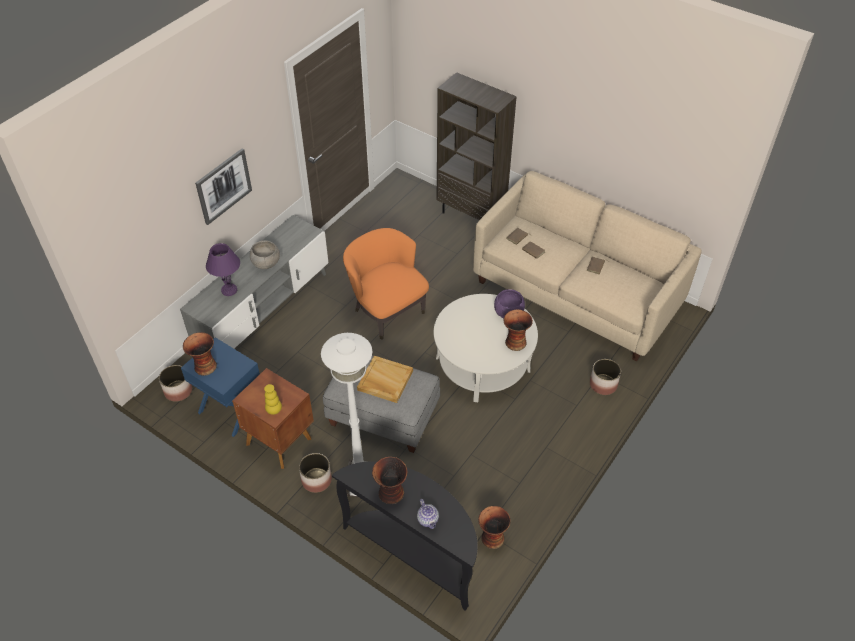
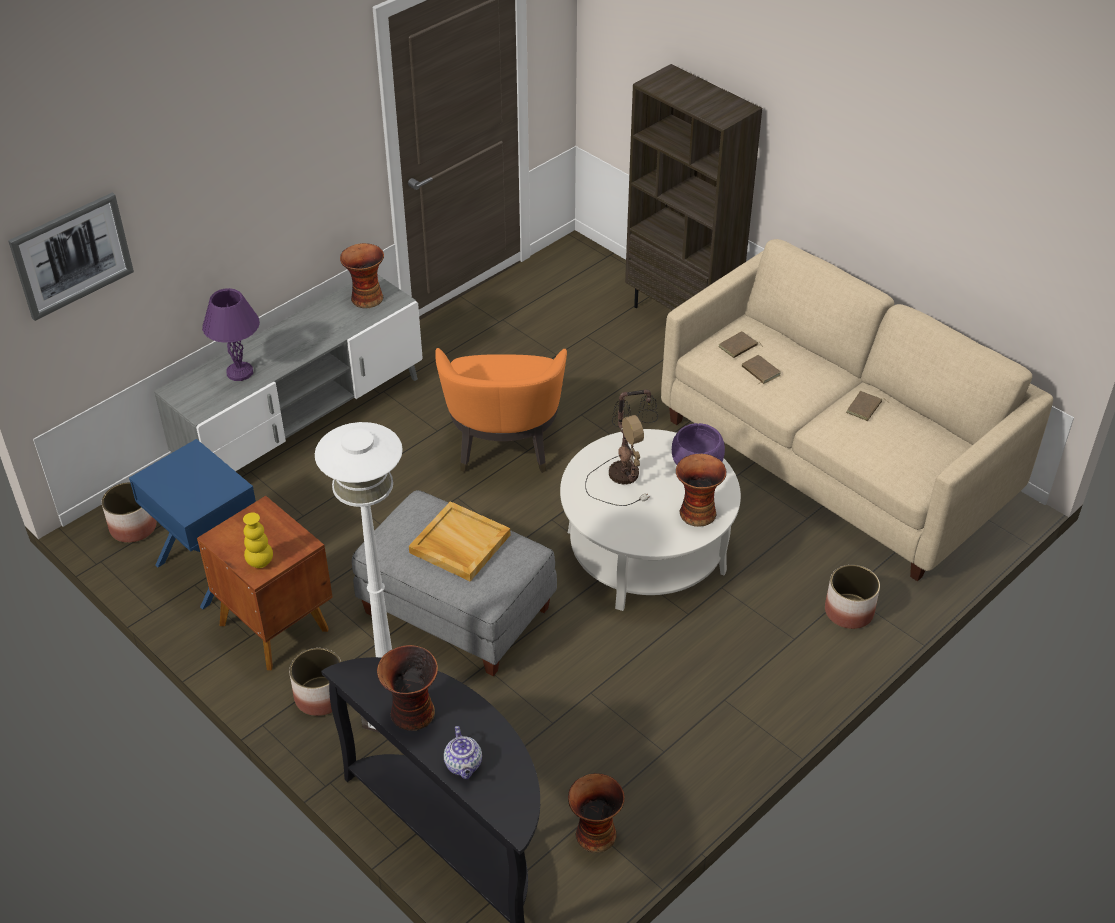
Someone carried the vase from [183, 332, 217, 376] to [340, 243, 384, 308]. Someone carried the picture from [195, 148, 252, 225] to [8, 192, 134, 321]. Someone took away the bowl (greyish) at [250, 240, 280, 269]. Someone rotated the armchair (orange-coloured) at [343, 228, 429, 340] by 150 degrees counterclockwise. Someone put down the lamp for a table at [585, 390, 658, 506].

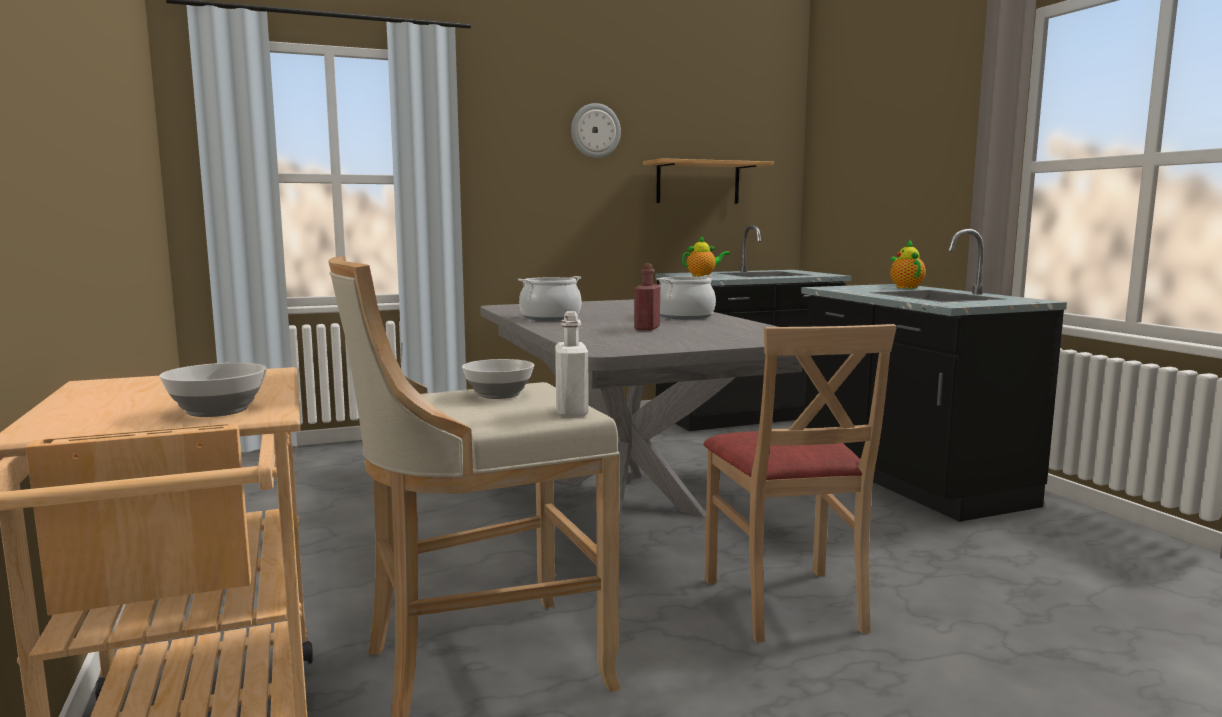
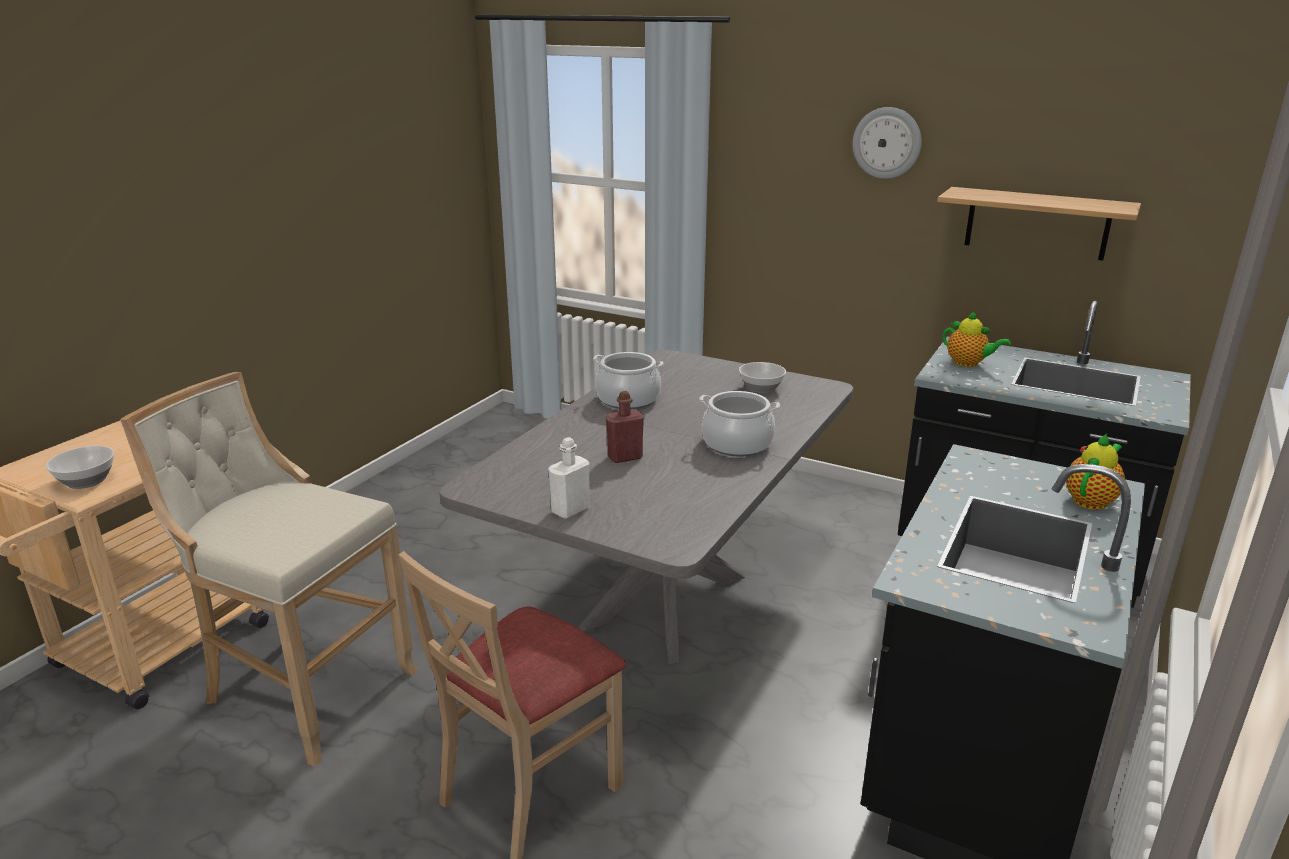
Someone carried the bowl from [462, 359, 534, 399] to [739, 362, 786, 393]. Someone carried the drink bottle (white-coloured) from [555, 311, 589, 417] to [549, 437, 590, 519].

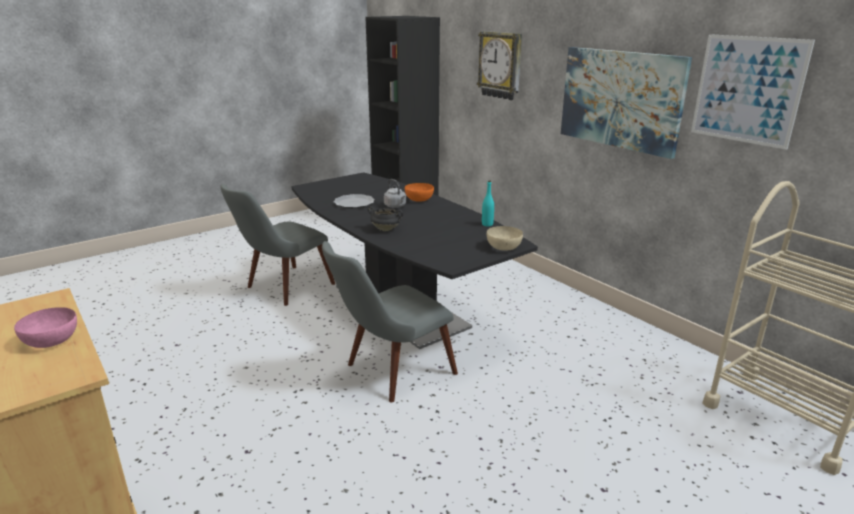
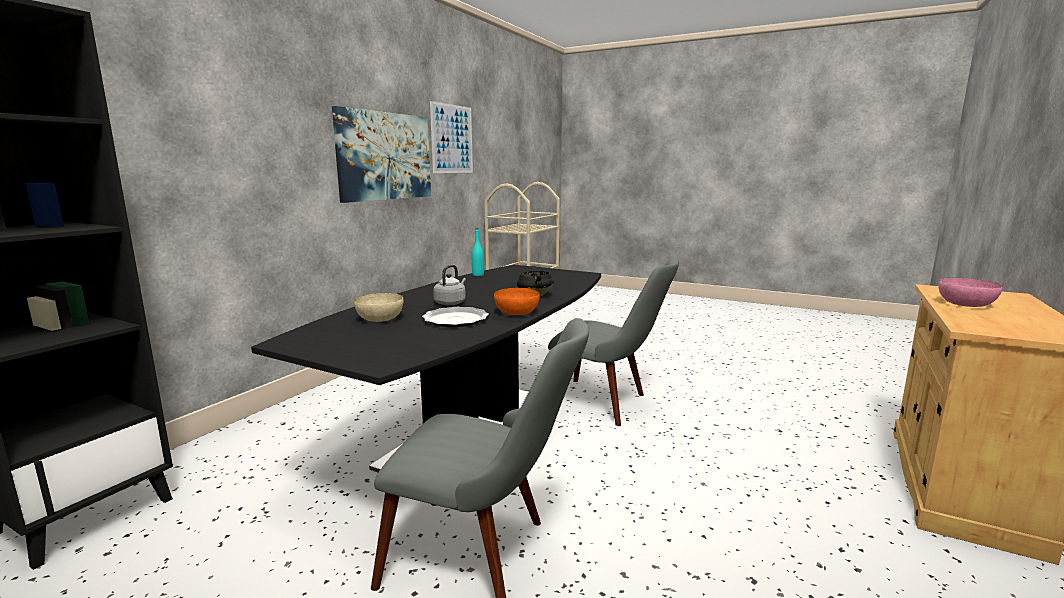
Someone carried the bowl (orange-coloured) from [405, 183, 434, 202] to [494, 288, 540, 315]. Someone took away the wall clock at [477, 31, 522, 100]. Someone carried the bowl (sand-coloured) from [487, 226, 523, 251] to [354, 293, 403, 322].

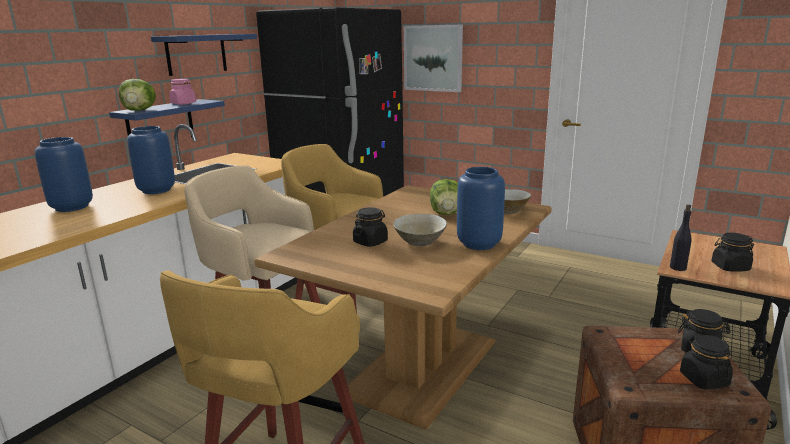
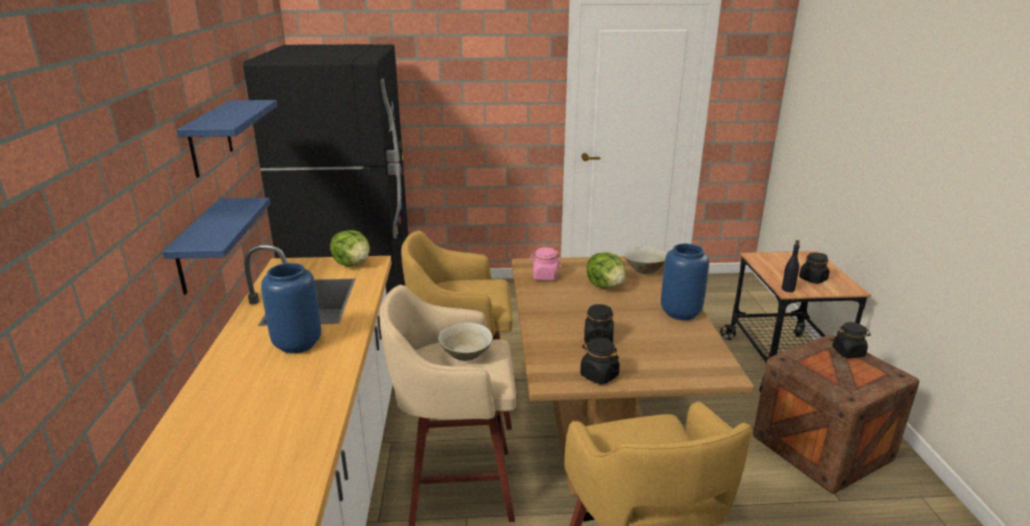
Someone took away the vase (blue-coloured) at [35, 137, 93, 212]. Someone carried the lettuce from [119, 79, 156, 111] to [330, 230, 370, 267]. Someone carried the preserve jar (pink-coloured) from [169, 79, 196, 105] to [530, 248, 561, 281]. Someone carried the bowl (sand-coloured) from [393, 214, 447, 246] to [438, 322, 493, 361]. Someone took away the picture at [404, 25, 463, 92]. Someone carried the preserve jar (blackish) from [680, 335, 733, 389] to [580, 338, 620, 385].

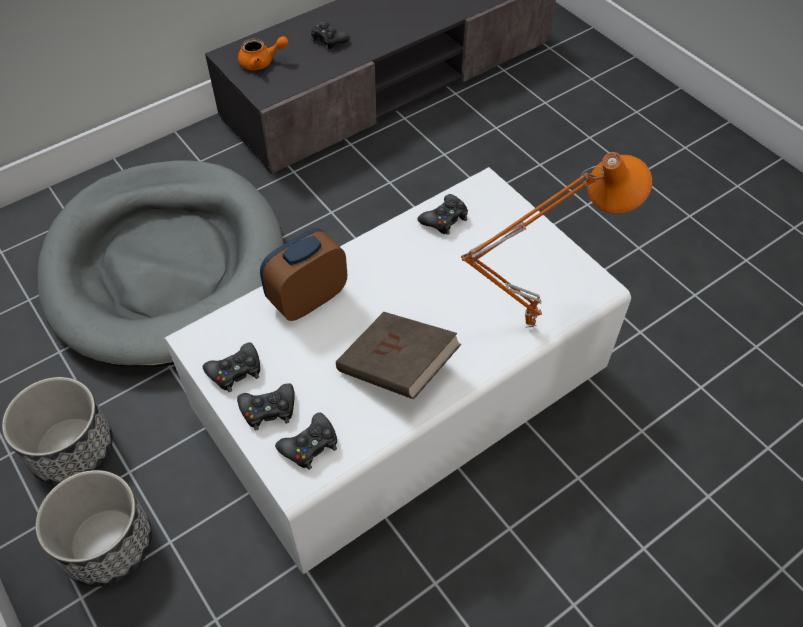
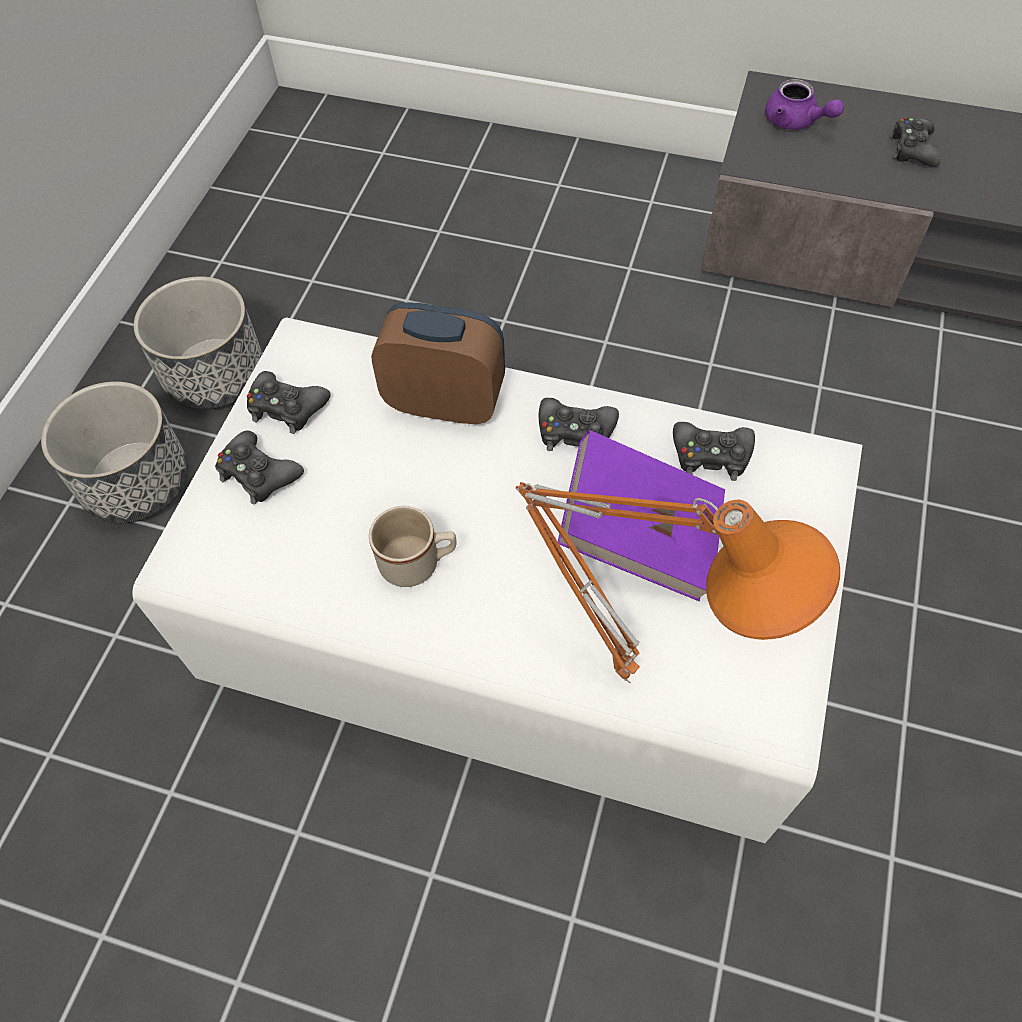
Someone took away the dog cushion (greyish) at [38, 160, 283, 367]. Someone repainted the tea pot (orange-coloured) at [238, 36, 288, 70], which became the tea pot (purple-coloured) at [765, 79, 844, 130]. Someone carried the game controller (blackish) from [275, 412, 337, 470] to [539, 398, 619, 451]. Someone swapped the bound book (brown) at [336, 312, 461, 399] for the coffee mug (sand-coloured) at [369, 506, 457, 587]. Someone put down the bound book (purple-coloured) at [558, 430, 725, 601].

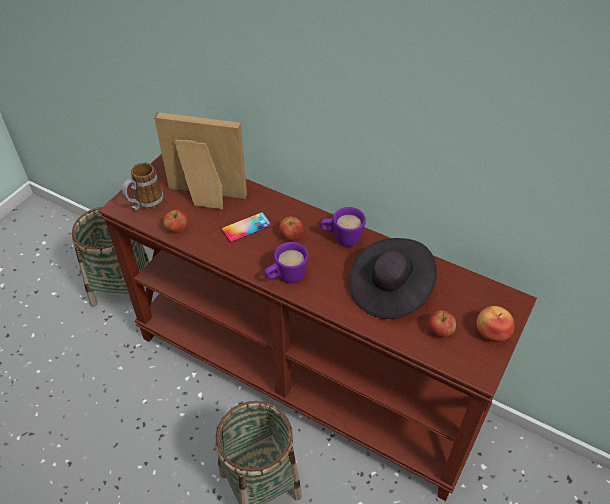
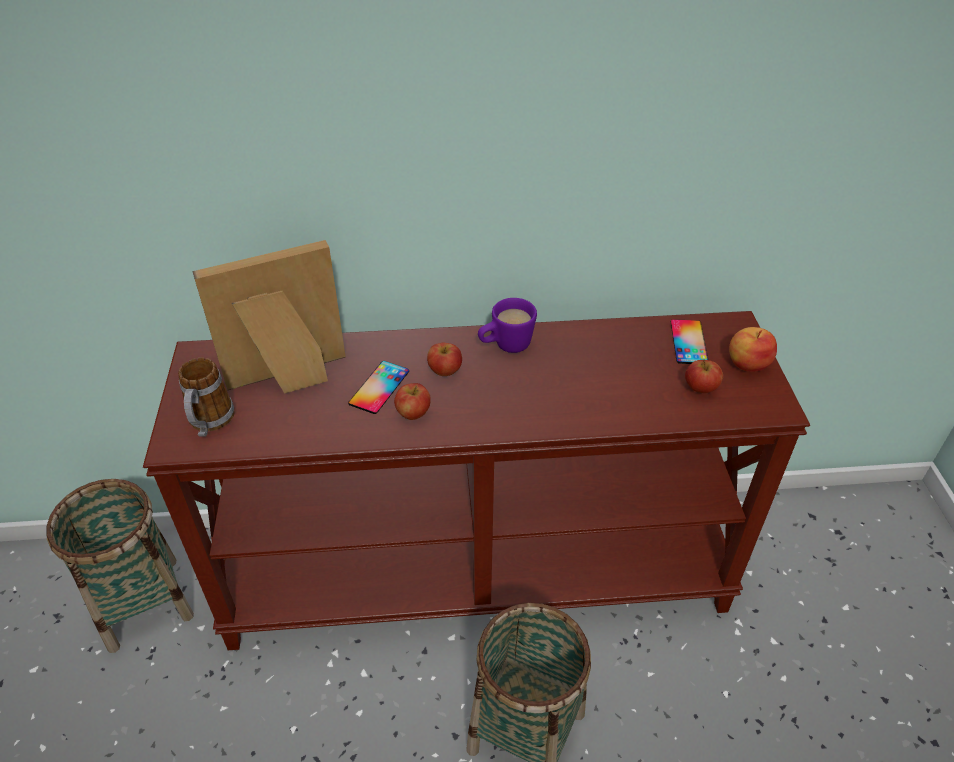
Someone carried the apple fruit from [163, 210, 188, 234] to [394, 383, 431, 420]. Someone took away the coffee mug (purple-coloured) at [264, 242, 308, 284]. Someone took away the clothing hat (blackish) at [349, 238, 437, 319]. Someone put down the telephone at [671, 319, 708, 364].

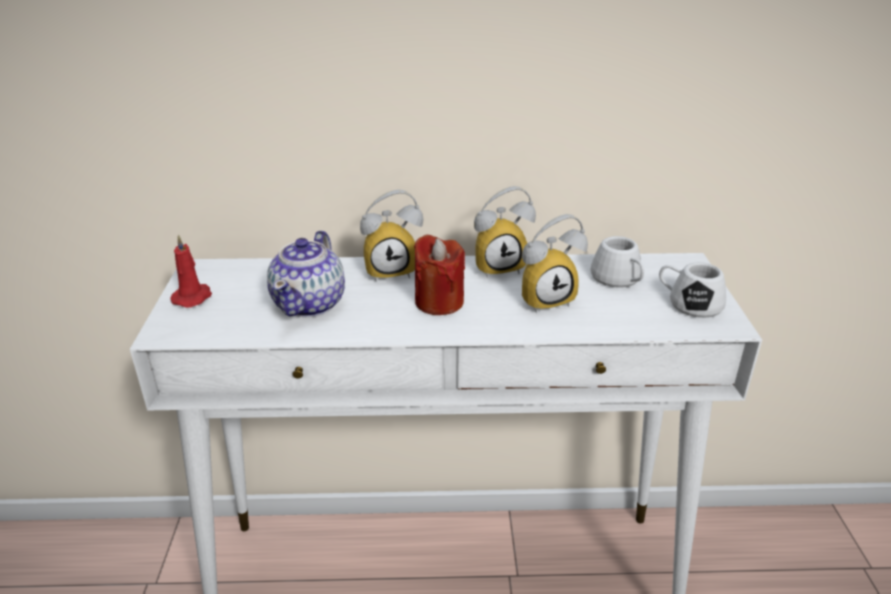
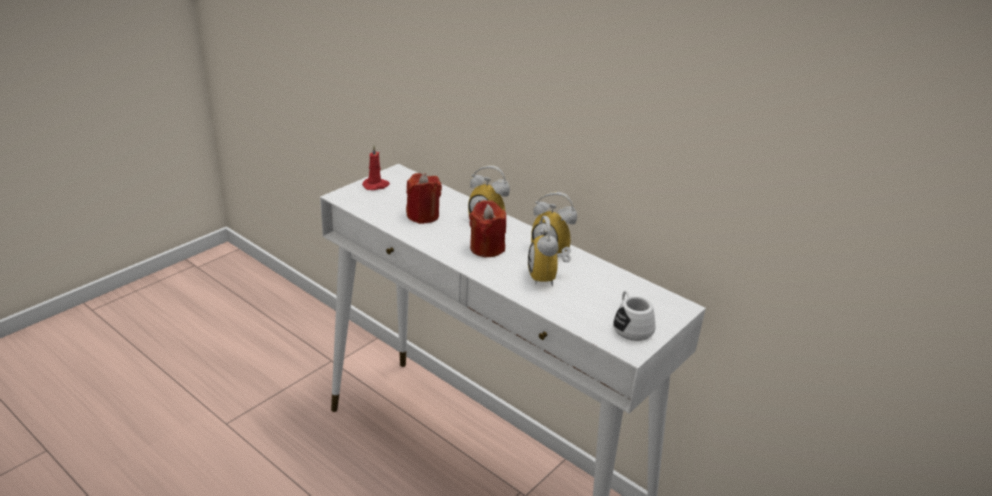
Someone swapped the tea pot at [267, 230, 345, 317] for the wax candle (red-coloured) at [406, 173, 442, 224]. Someone rotated the bedside clock at [522, 214, 588, 313] by 60 degrees clockwise. Someone took away the coffee mug (white-coloured) at [590, 236, 644, 288].

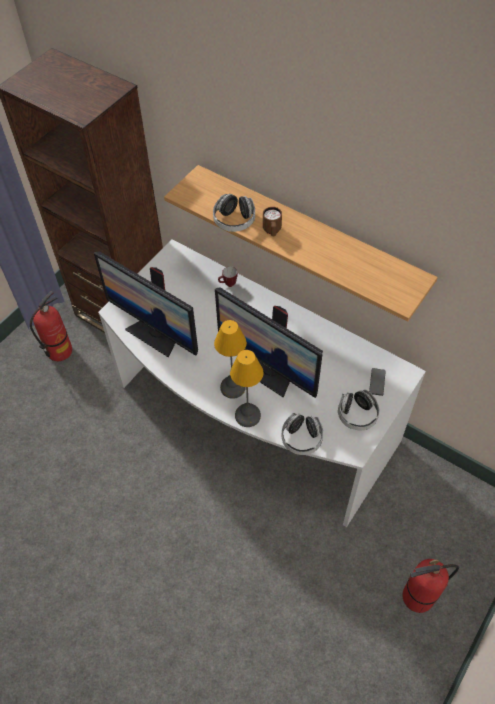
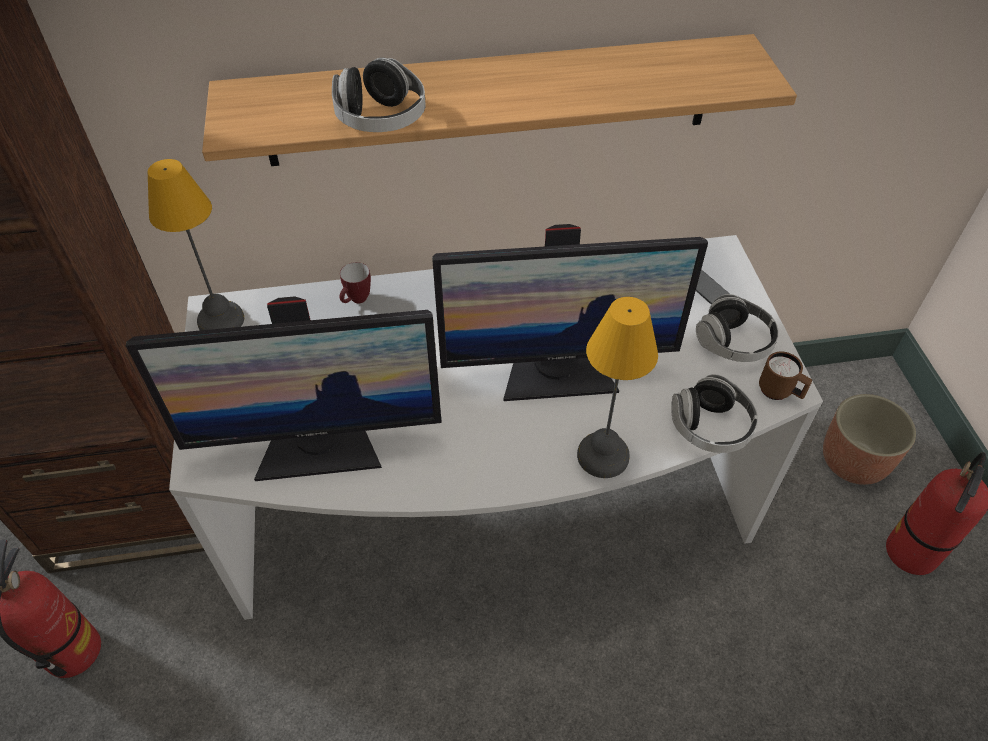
Someone carried the lamp for a table from [214, 320, 247, 399] to [148, 159, 244, 330]. Someone carried the coffee mug (brown) from [263, 207, 282, 236] to [759, 352, 812, 400]. Someone put down the planter at [823, 394, 916, 485].

